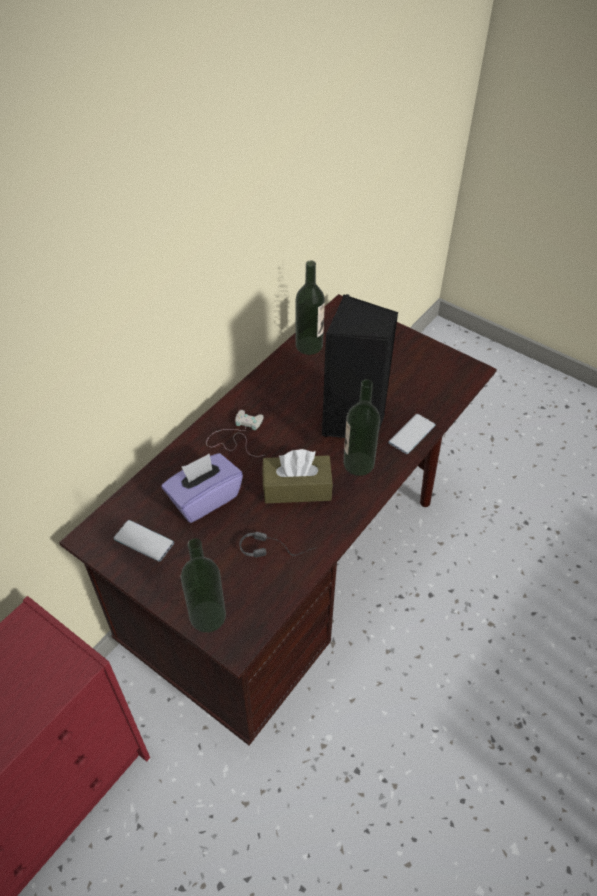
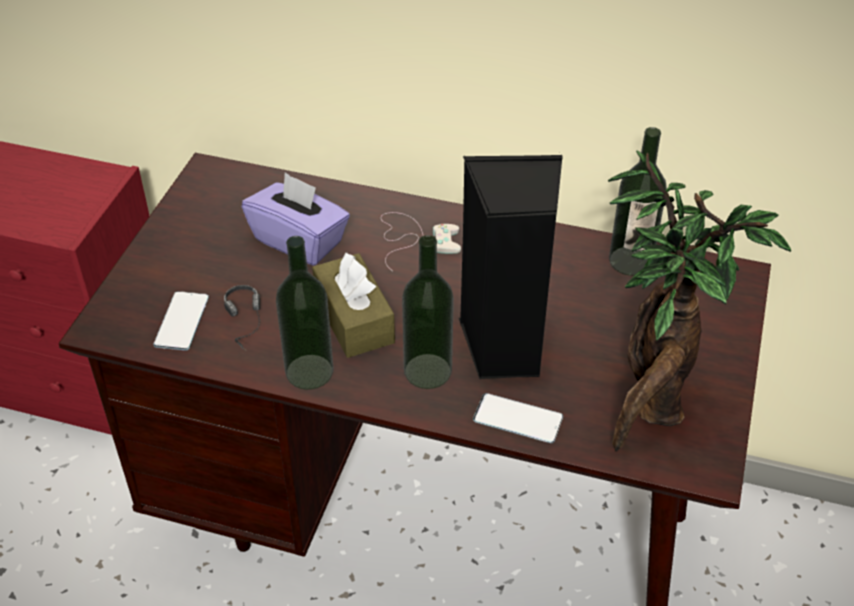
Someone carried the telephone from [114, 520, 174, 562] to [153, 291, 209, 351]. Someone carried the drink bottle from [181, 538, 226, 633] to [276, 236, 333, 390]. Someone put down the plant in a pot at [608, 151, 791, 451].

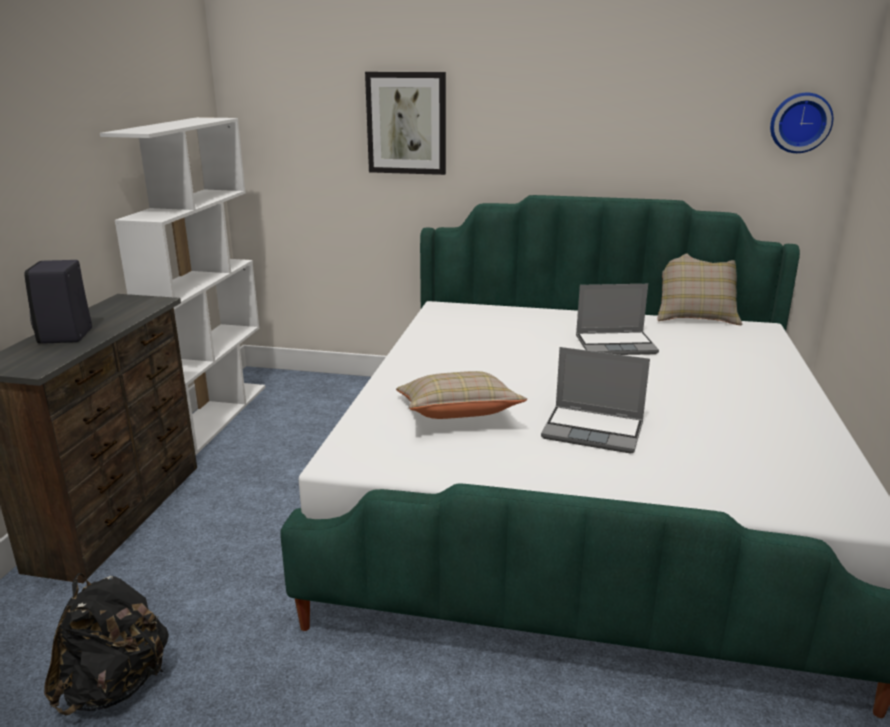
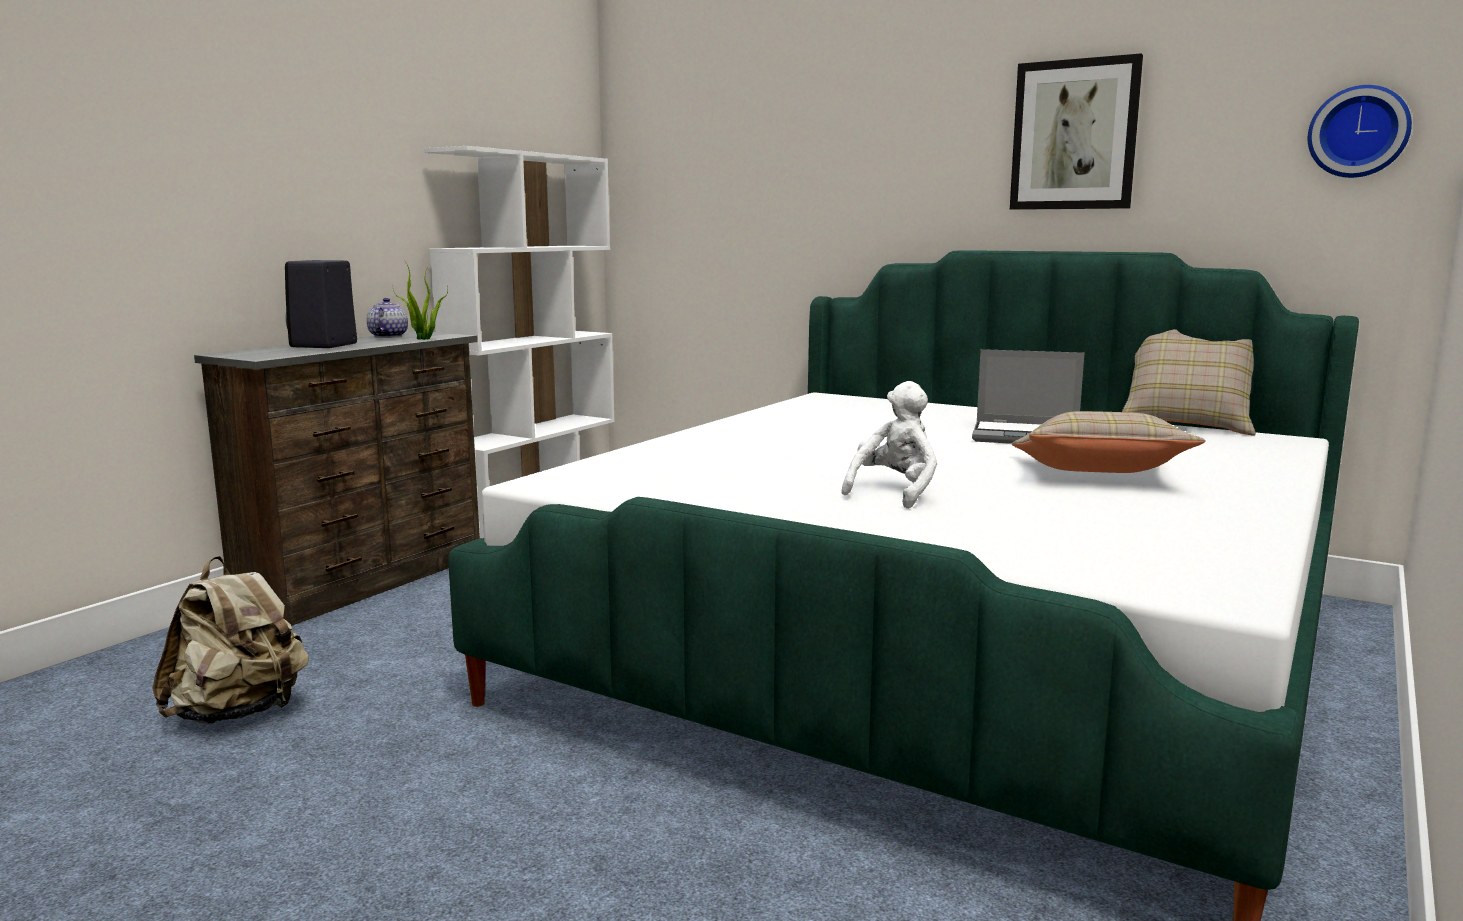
Someone repainted the rucksack (blackish) at [44, 573, 169, 716], which became the rucksack (sand-coloured) at [152, 556, 309, 724]. Someone carried the picture from [365, 72, 446, 175] to [1010, 53, 1143, 210]. Someone carried the throw pillow (sand-coloured) from [396, 371, 527, 419] to [1012, 411, 1206, 473]. Someone swapped the notebook computer at [541, 347, 650, 454] for the cuddly toy (white-coloured) at [841, 381, 937, 509]. Someone put down the tea pot at [367, 298, 408, 338]. Someone put down the plant in a pot at [392, 261, 448, 340].

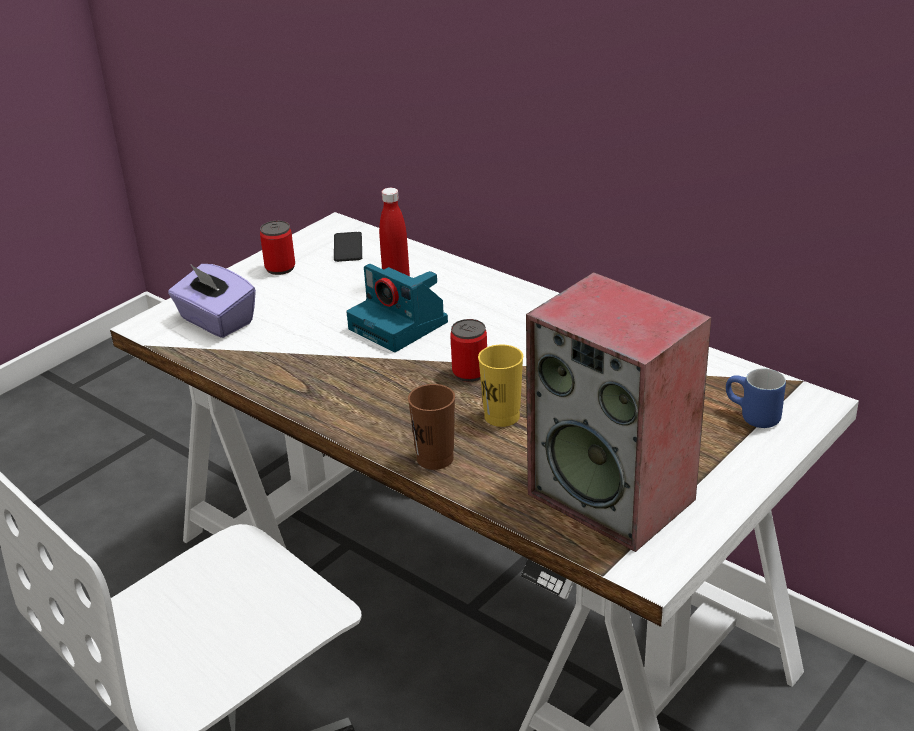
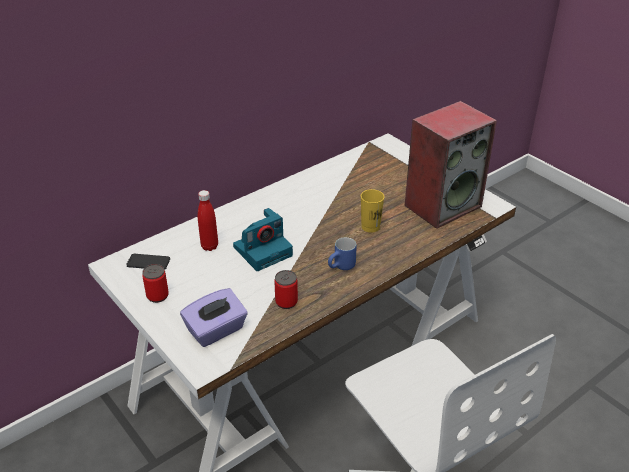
Someone took away the small cup (brown) at [408, 384, 455, 470]. Someone carried the can from [450, 319, 487, 382] to [274, 270, 298, 309]. Someone carried the coffee mug (blue-coloured) from [726, 368, 786, 428] to [328, 237, 357, 270].

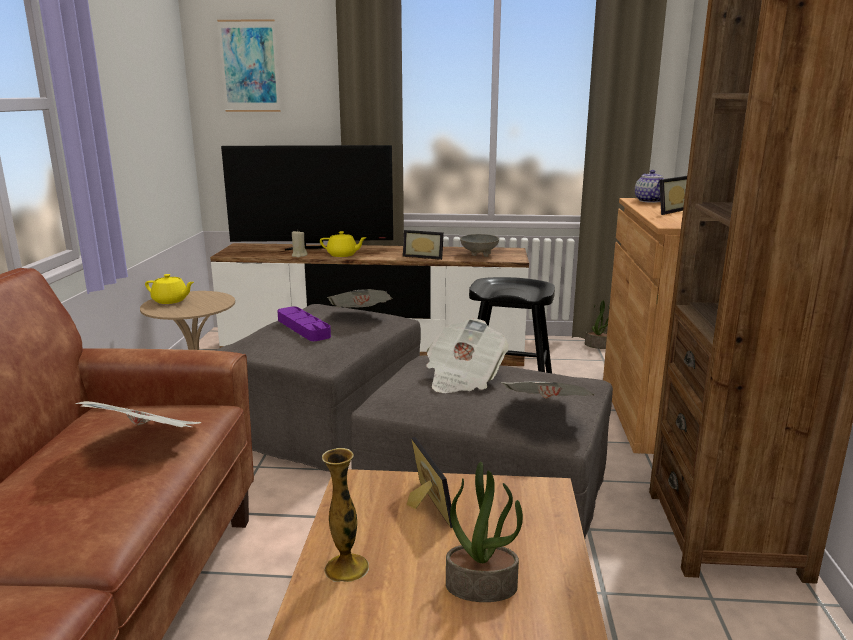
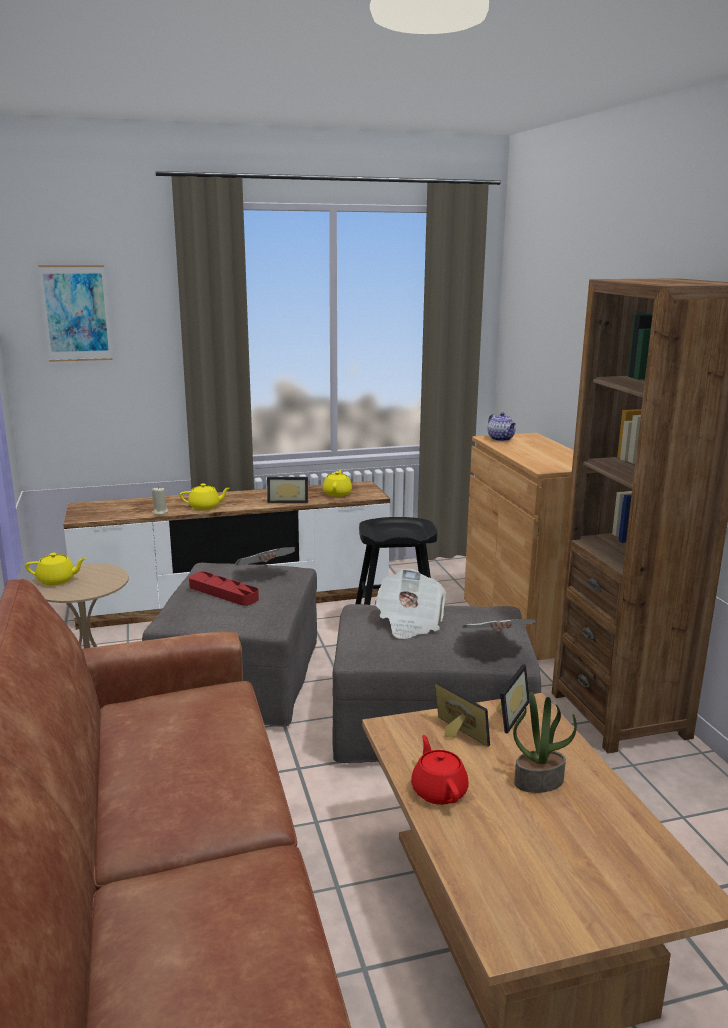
Someone took away the newspaper at [75, 401, 202, 427]. Someone took away the TV at [221, 145, 393, 250]. Someone repainted the carrying tray (purple-coloured) at [277, 306, 331, 341], which became the carrying tray (red-coloured) at [189, 572, 259, 606]. Someone swapped the vase at [322, 448, 369, 582] for the tea pot (red-coloured) at [411, 735, 468, 805]. Someone swapped the bowl (greyish) at [460, 234, 499, 257] for the tea pot (yellowish) at [323, 470, 352, 497]. Someone took away the plant in a pot at [585, 300, 609, 349]. Someone carried the picture frame from [660, 176, 687, 215] to [497, 664, 529, 733].

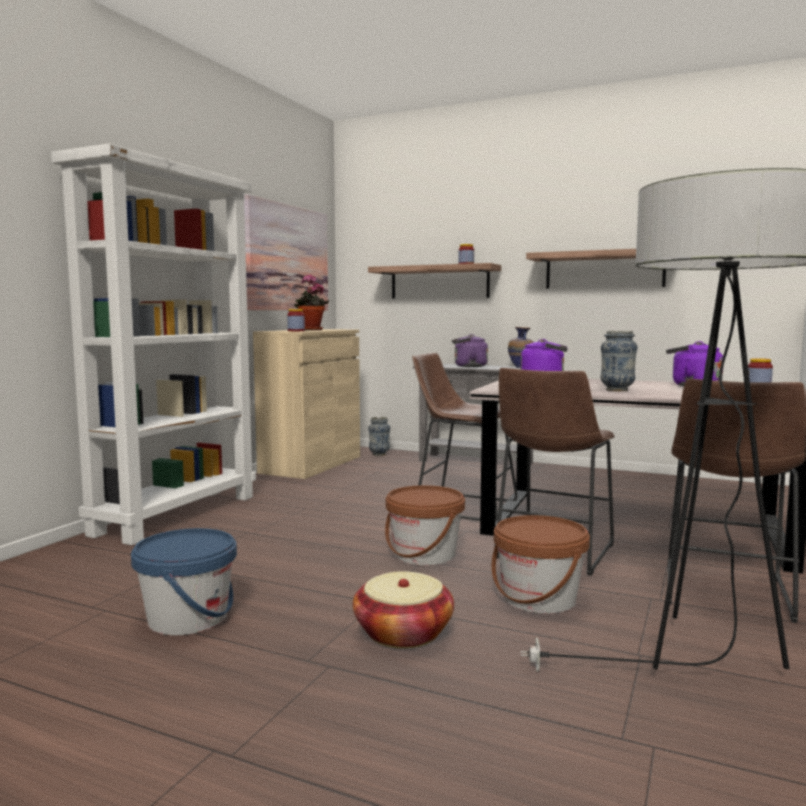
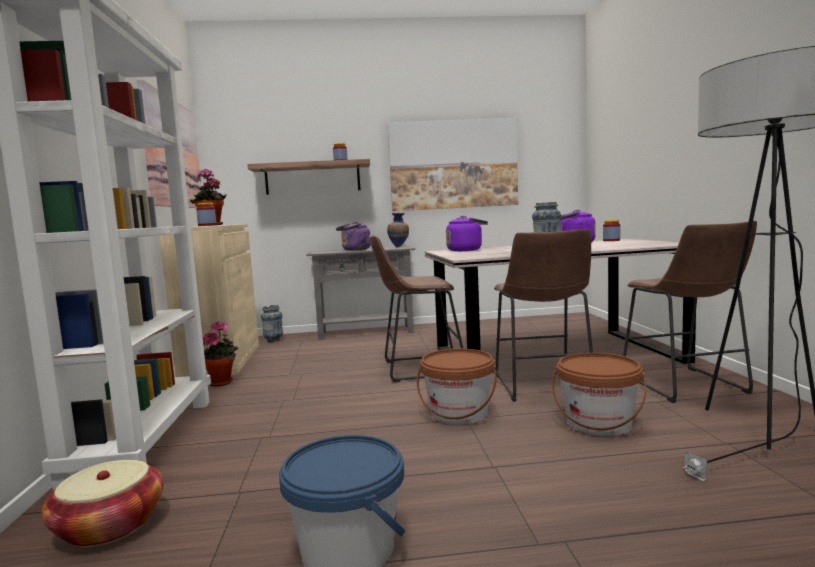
Someone carried the household basket from [353, 571, 454, 649] to [42, 460, 164, 547]. Someone swapped the shelf at [526, 249, 666, 289] for the picture at [388, 118, 518, 211]. Someone put down the plant in a pot at [202, 321, 238, 386].

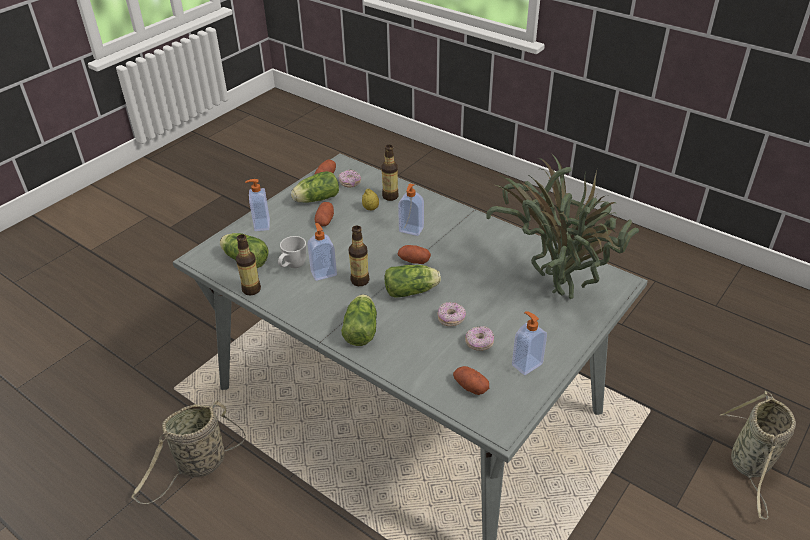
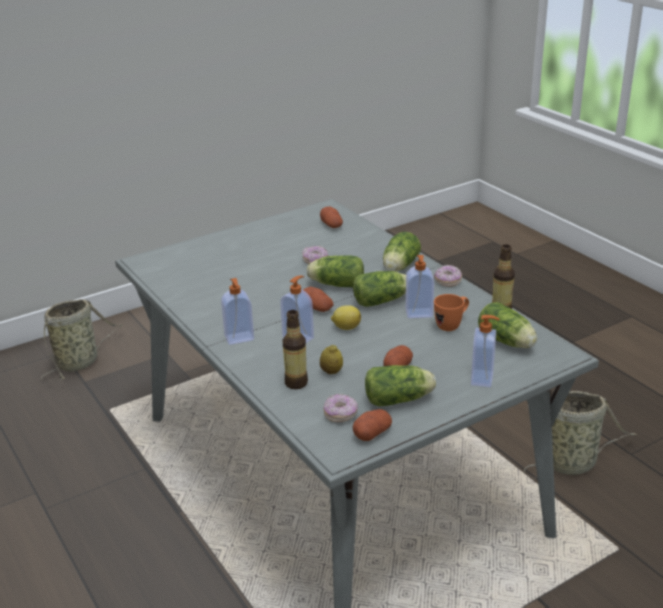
Someone repainted the coffee mug (white-coloured) at [278, 236, 306, 268], which became the coffee mug (orange-coloured) at [434, 294, 469, 331]. Someone swapped the drink bottle at [349, 225, 369, 286] for the lettuce at [353, 271, 406, 307]. Someone carried the donut from [465, 326, 494, 351] to [434, 265, 462, 287]. Someone took away the plant in a pot at [486, 153, 639, 299]. Someone carried the liquid soap bottle from [512, 311, 547, 375] to [221, 278, 254, 345]. Someone put down the whole lemon at [331, 305, 361, 330].

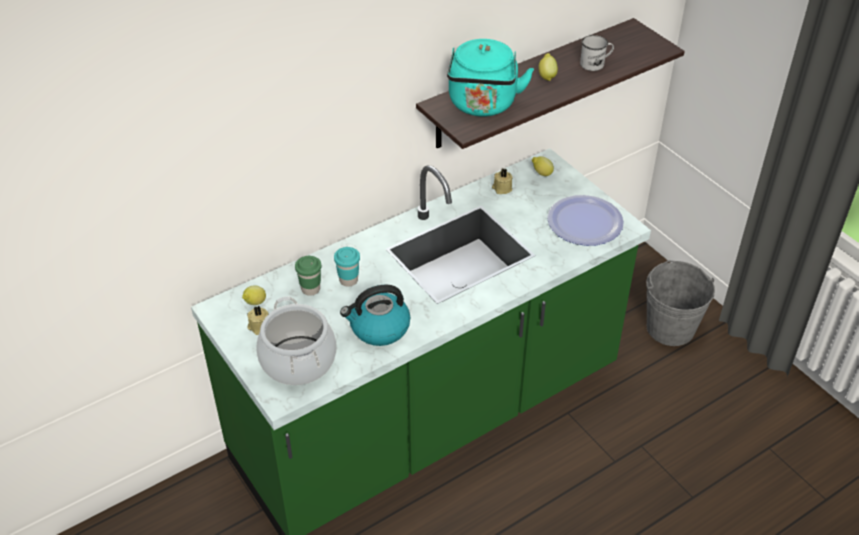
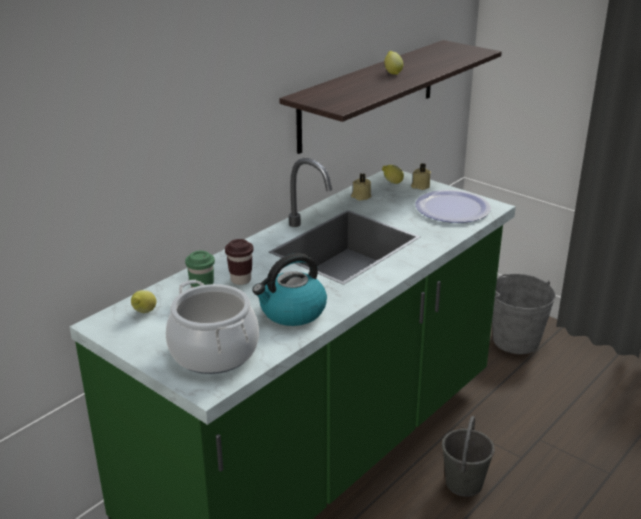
Someone carried the wax candle (sand-coloured) from [247, 306, 269, 335] to [411, 164, 431, 190]. Someone repainted the small cup (blue-green) at [334, 247, 360, 287], which became the small cup (brown) at [225, 239, 253, 285]. Someone took away the water kettle (blue-green) at [447, 39, 534, 116]. Someone took away the coffee mug (white-coloured) at [580, 35, 614, 71]. Someone put down the pail (greyish) at [442, 416, 495, 497].

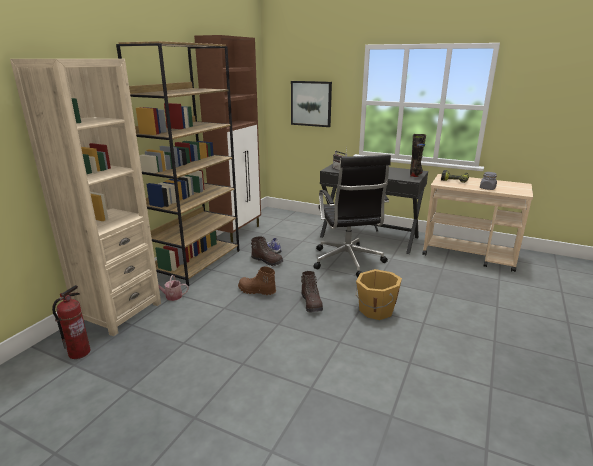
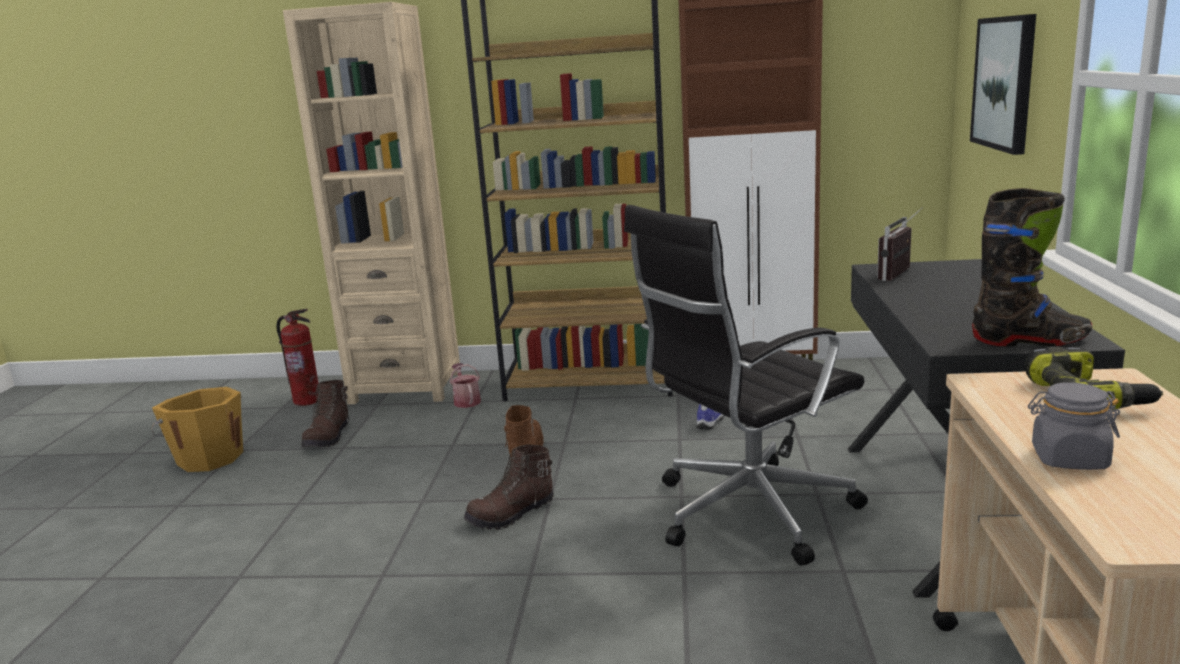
Someone carried the tall boot (brown) from [251, 236, 283, 266] to [301, 380, 349, 447]. Someone carried the pail (orange-coloured) from [356, 269, 402, 320] to [151, 387, 243, 472].

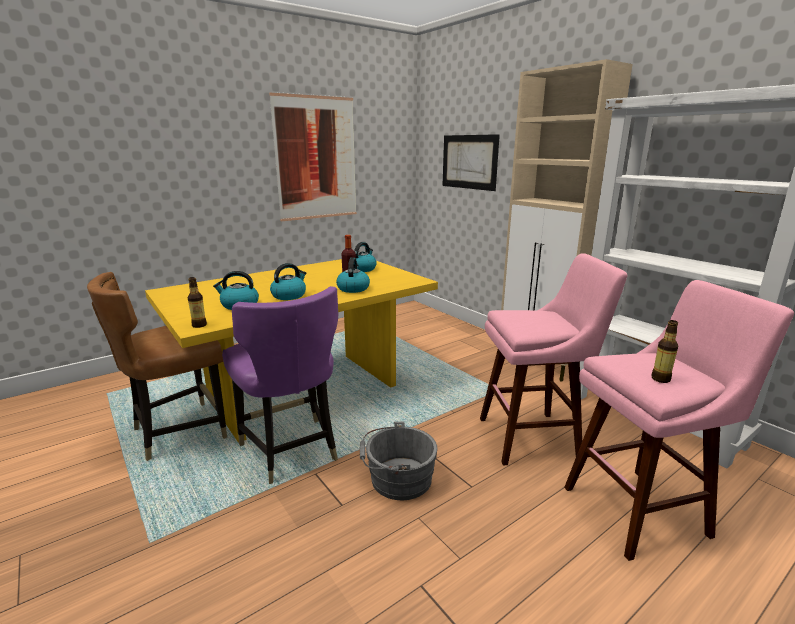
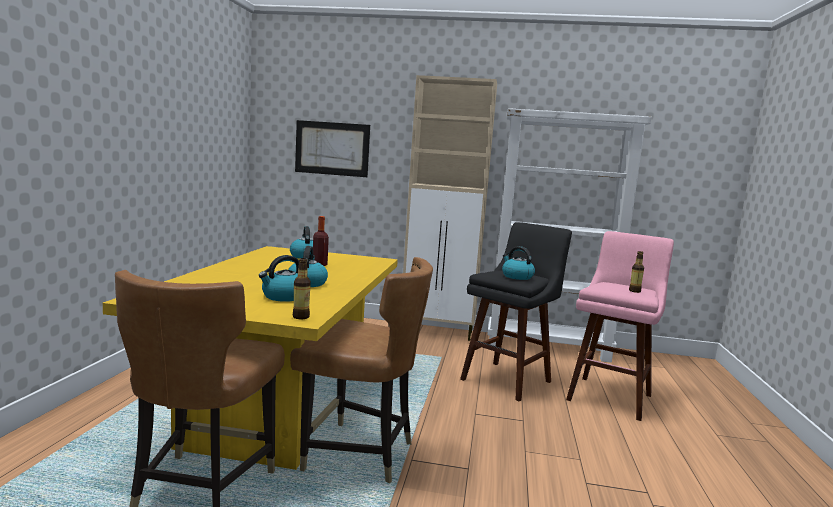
Someone repainted the chair (purple-coloured) at [222, 286, 338, 484], which became the chair (brown) at [290, 257, 433, 483]. Someone took away the picture at [269, 92, 357, 221]. Someone carried the water kettle from [336, 258, 370, 293] to [502, 246, 535, 280]. Someone took away the pail (greyish) at [360, 421, 437, 500]. Someone repainted the stool seat (pink-coloured) at [480, 253, 627, 466], which became the stool seat (blackish) at [460, 222, 572, 402].

